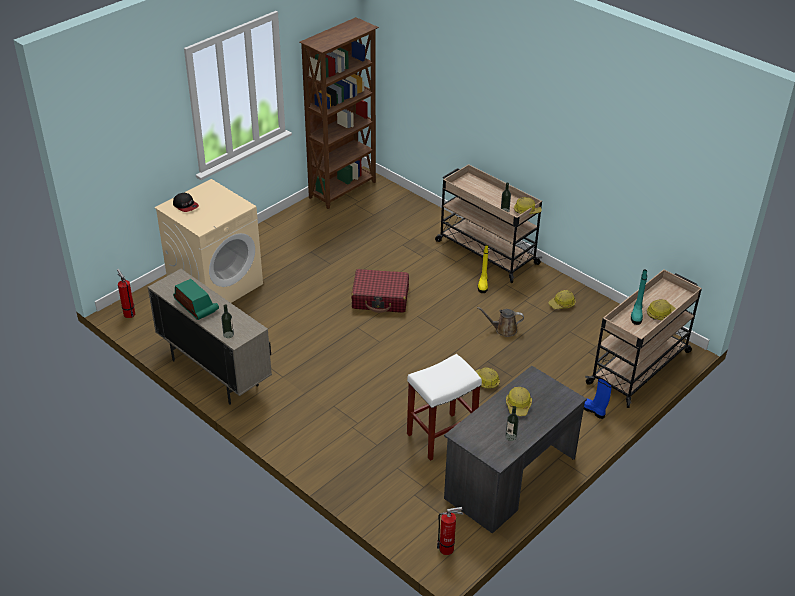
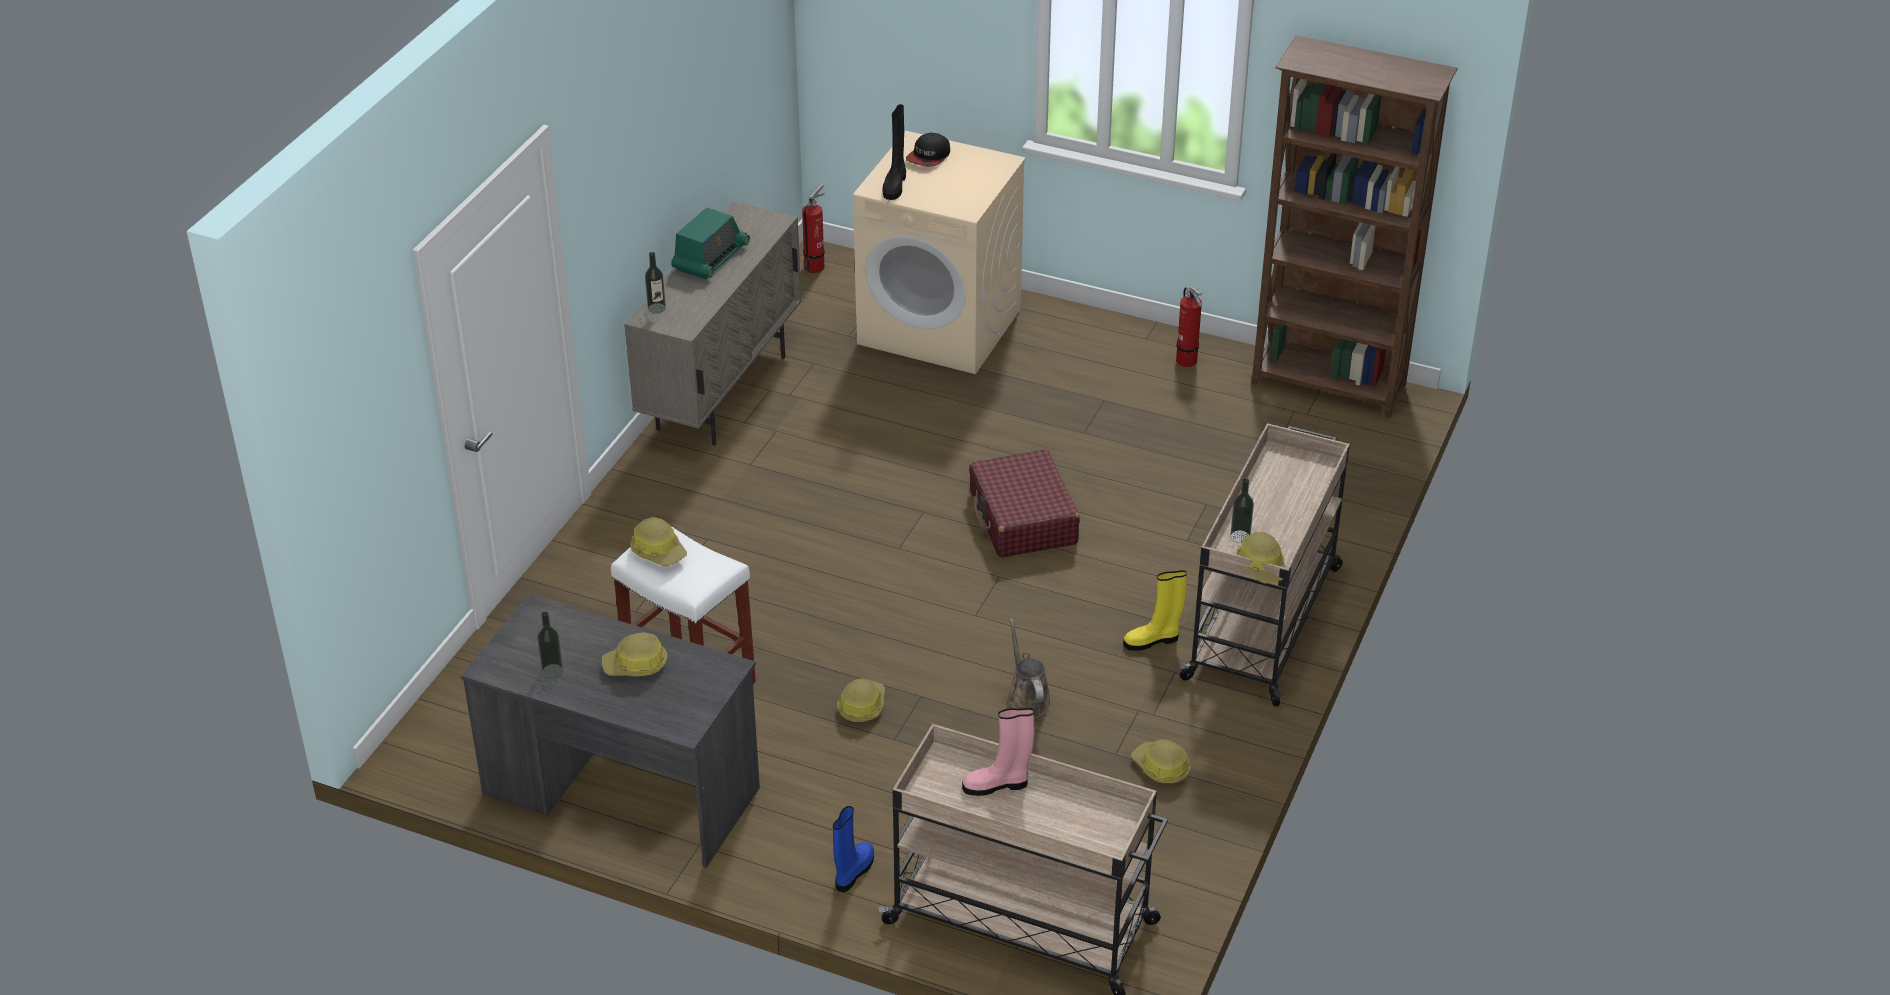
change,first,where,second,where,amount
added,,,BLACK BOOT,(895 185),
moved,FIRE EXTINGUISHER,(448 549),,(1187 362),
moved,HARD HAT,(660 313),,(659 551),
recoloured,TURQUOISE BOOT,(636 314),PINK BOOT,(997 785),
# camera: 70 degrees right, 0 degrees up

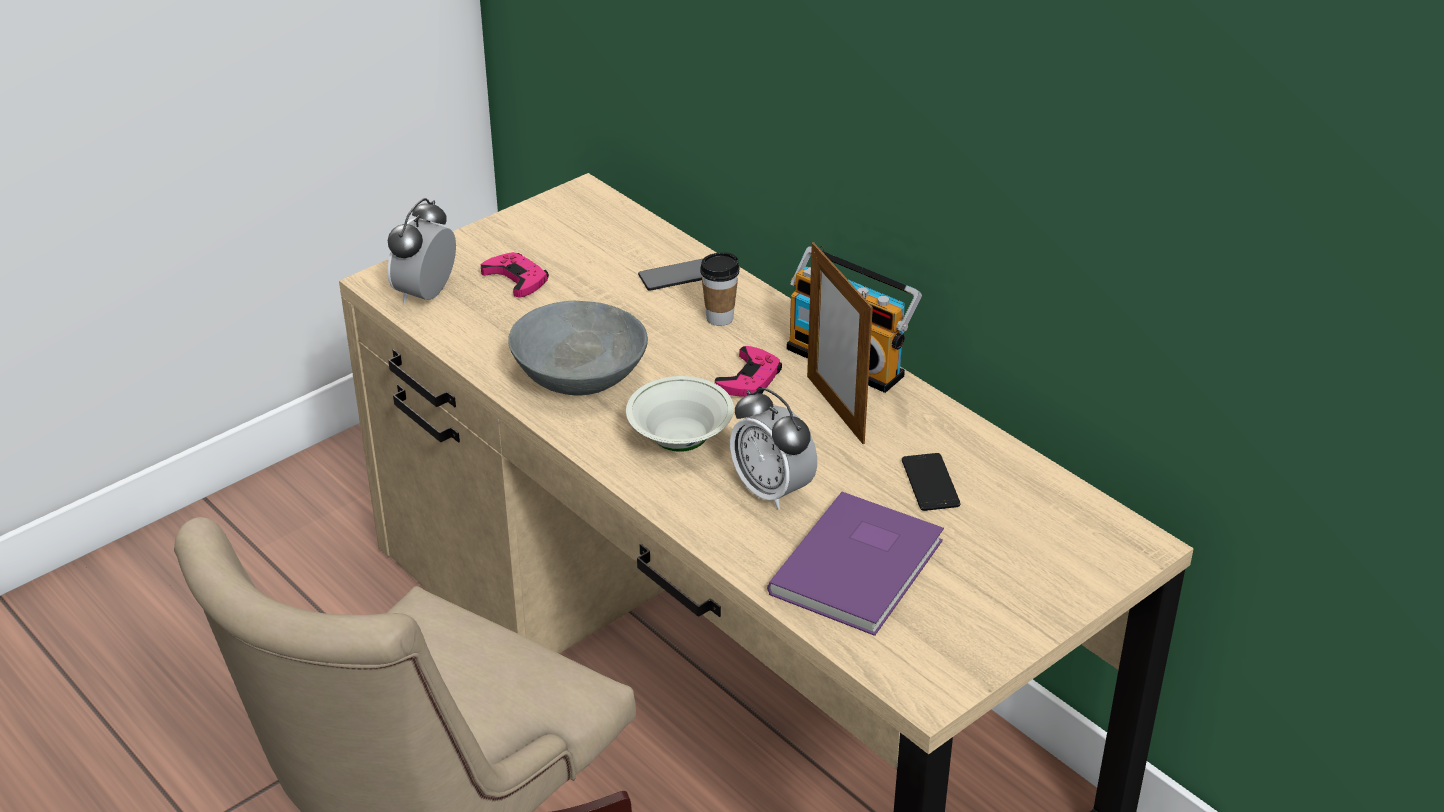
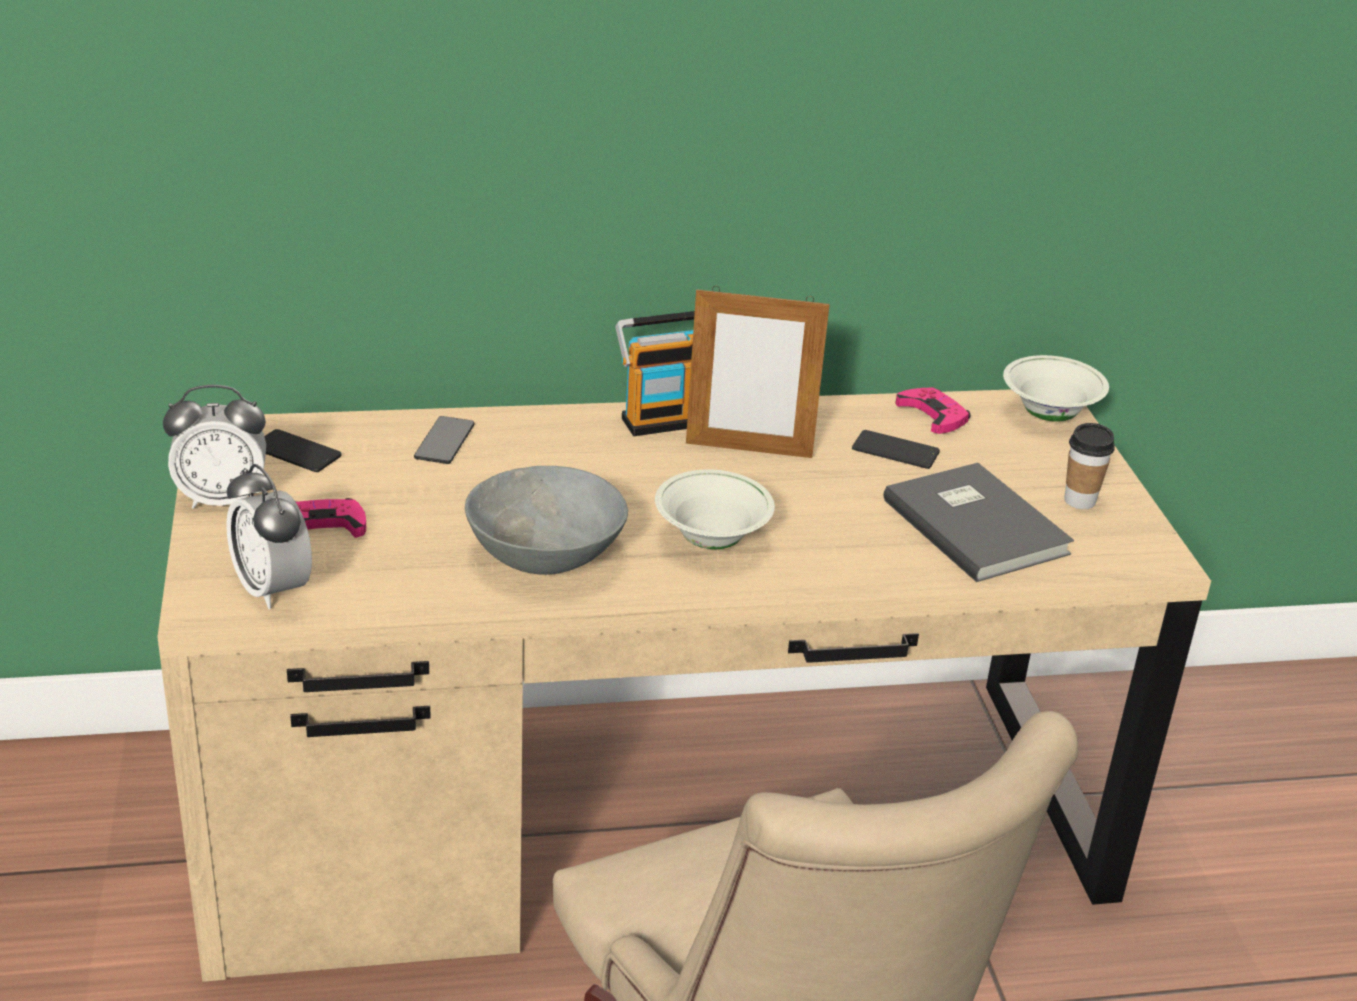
change,first,where,second,where,amount
added,,,PHONE,(296 452),
added,,,WHITE BOWL,(1049 415),
moved,CUP,(719 318),,(1079 501),
moved,PINK GAME CONTROLLER,(749 379),,(933 415),
moved,ALARM CLOCK,(772 490),,(222 499),
recoloured,PURPLE BOOK,(862 567),GREY BOOK,(977 524),
# camera: 60 degrees left, 5 degrees down

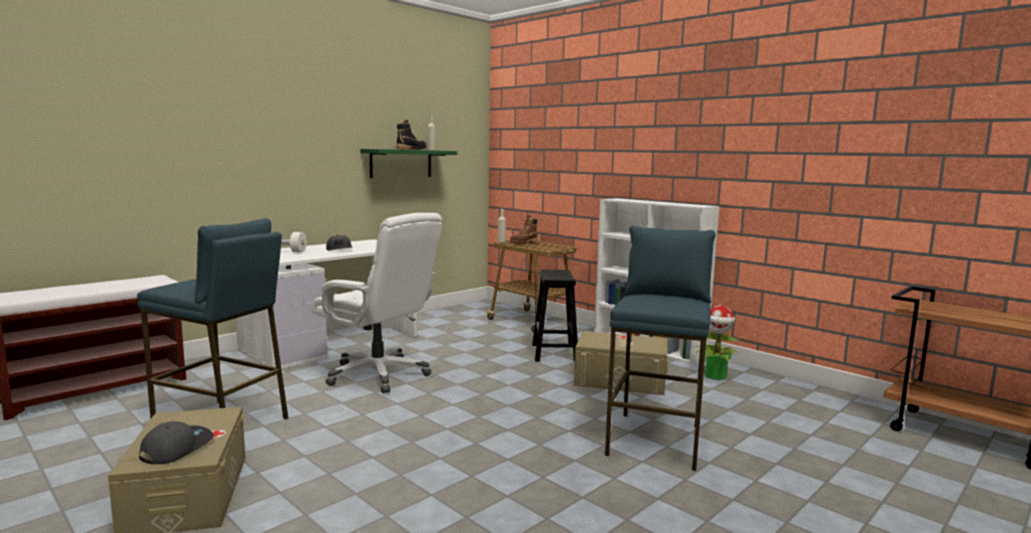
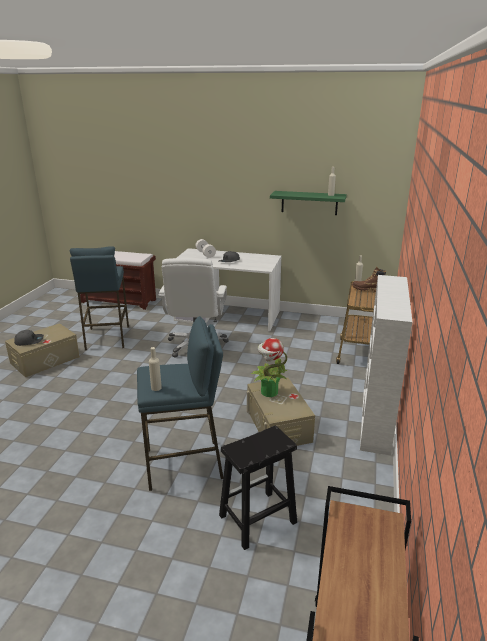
change,first,where,second,where,amount
removed,BLACK BOOT,(411 149),,,
added,,,BEIGE BOTTLE,(156 388),
moved,BLACK STOOL,(555 353),,(256 520),
moved,POTTED PLANT,(715 376),,(268 392),
# camera: 60 degrees right, 15 degrees up

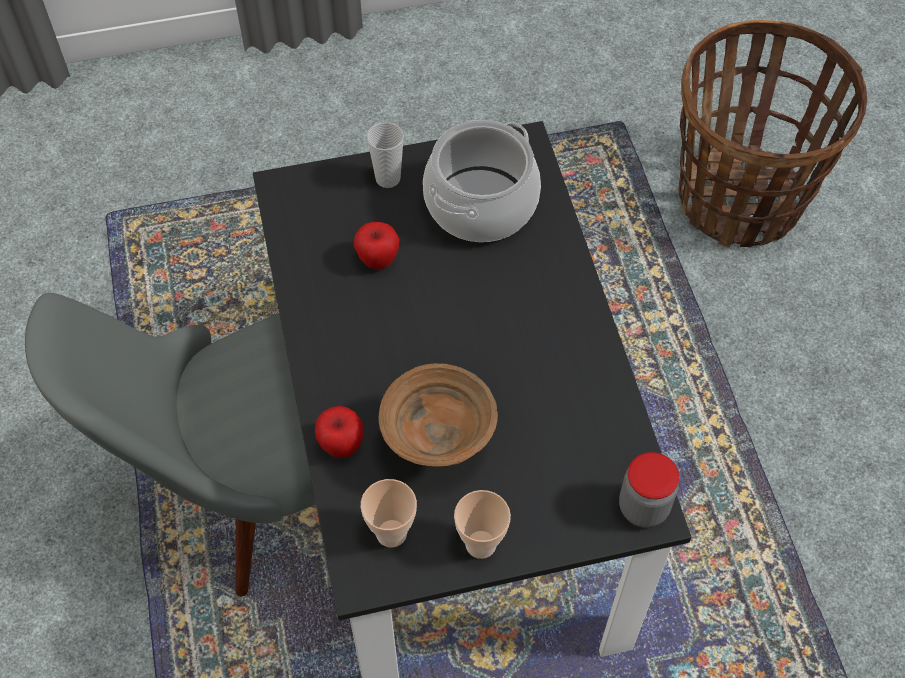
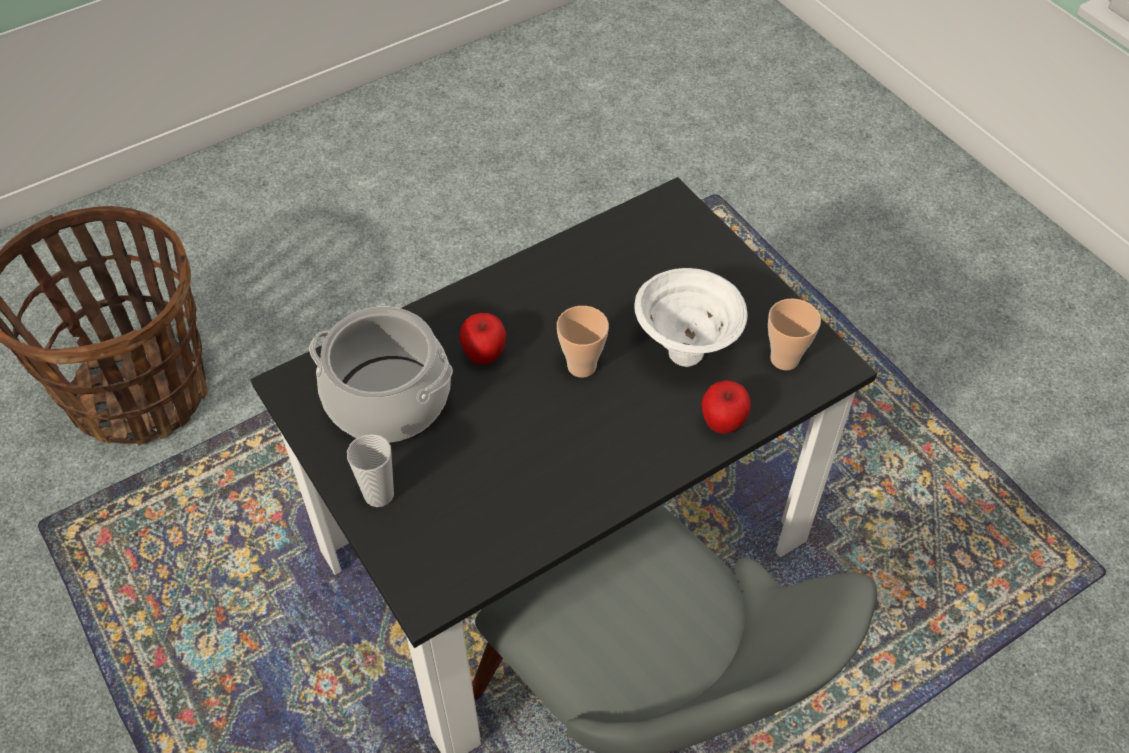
change,first,where,second,where,amount
removed,JAR,(643 507),,,
moved,APPLE,(378 260),,(484 355),
moved,CUP,(480 544),,(581 366),
recoloured,BROWN BOWL,(439 445),WHITE BOWL,(683 351),
# camera: 110 degrees left, 5 degrees down

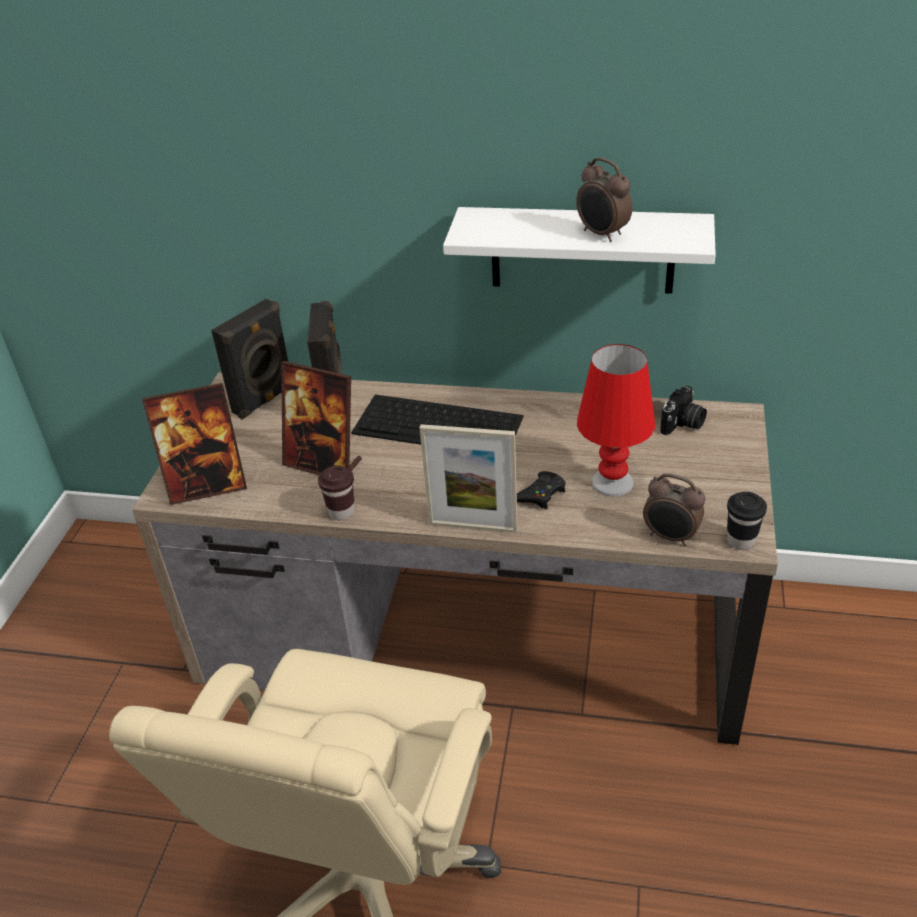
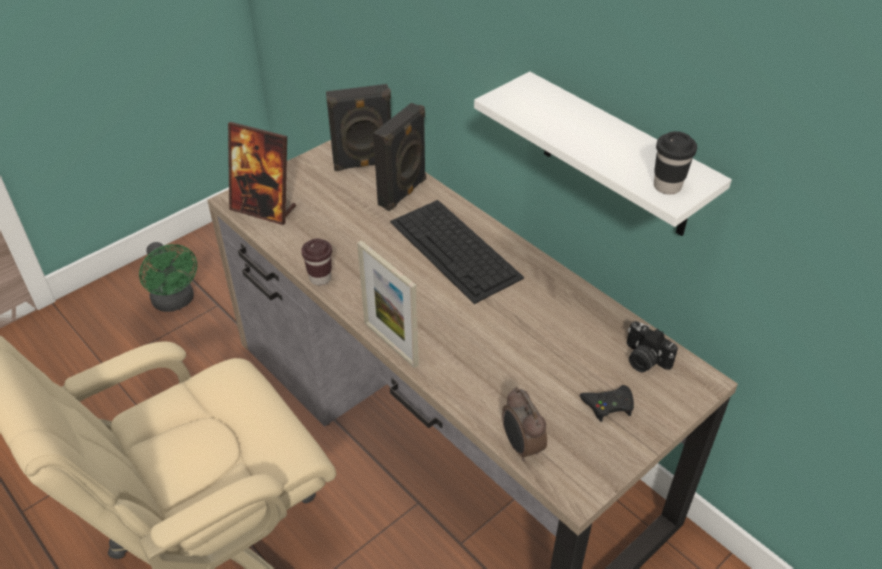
change,first,where,second,where,amount
removed,PICTURE FRAME,(323 463),,,
removed,ALARM CLOCK,(602 234),,,
removed,RED TABLE LAMP,(613 482),,,
added,,,GREEN FAN,(176 302),
moved,BLACK GAME CONTROLLER,(540 494),,(608 405),
moved,BLACK CUP,(740 541),,(667 186),
turned,PHOTO CAMERA,(683 424),,(644 359),60 degrees clockwise
# camera: 35 degrees right, 5 degrees up

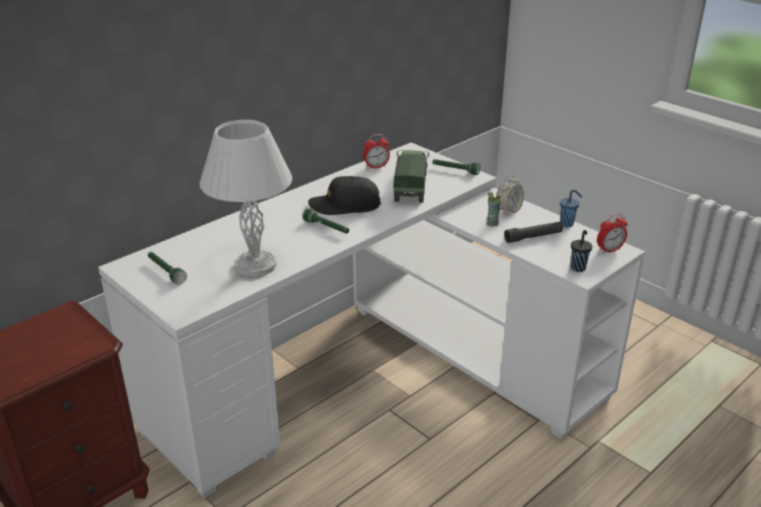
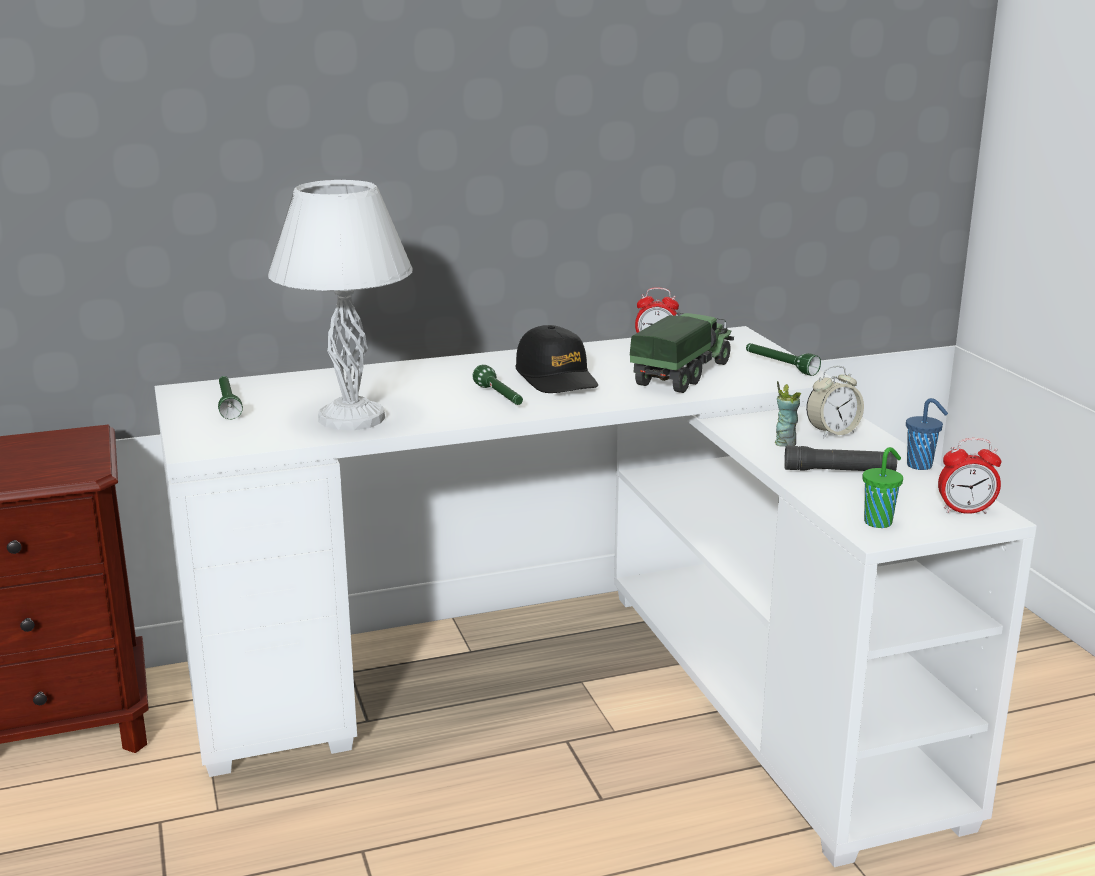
change,first,where,second,where,amount
recoloured,BLACK CUP,(578 268),GREEN CUP,(879 522),
turned,BLACK CAP,(345 205),,(557 378),135 degrees counterclockwise
# camera: 25 degrees right, 10 degrees down

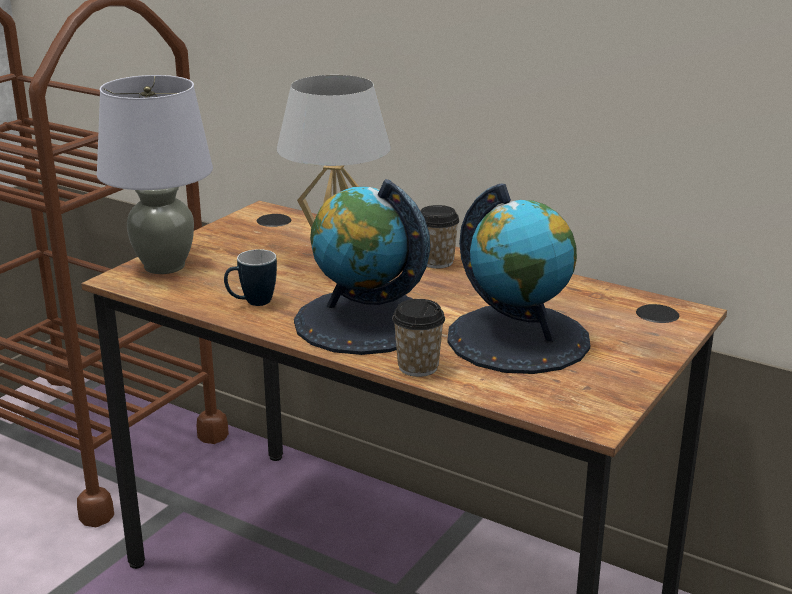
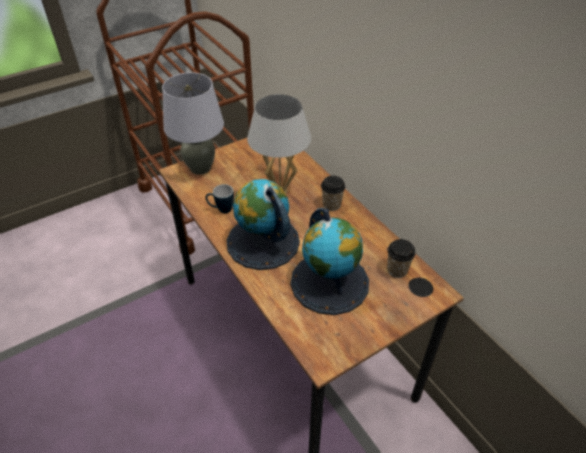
change,first,where,second,where,amount
moved,CUP,(418 367),,(397 270),
# camera: 25 degrees right, 20 degrees up

